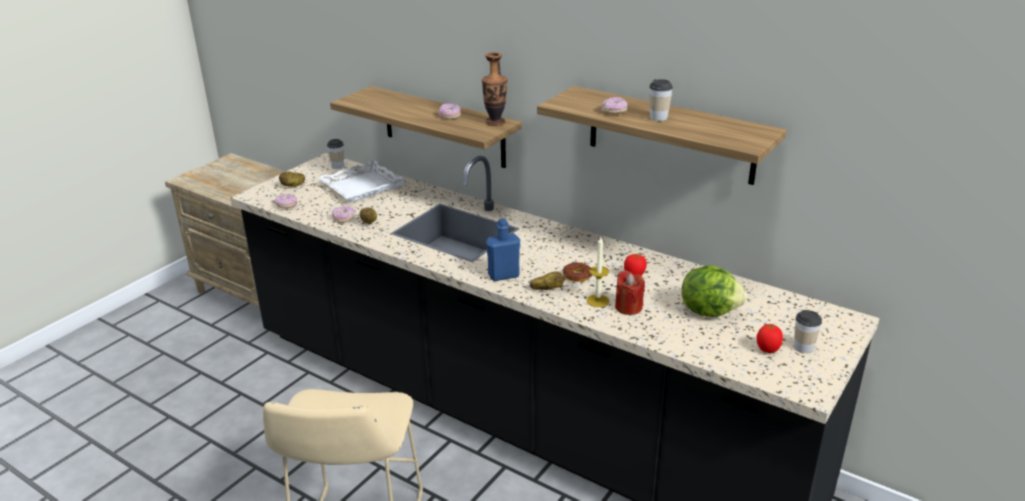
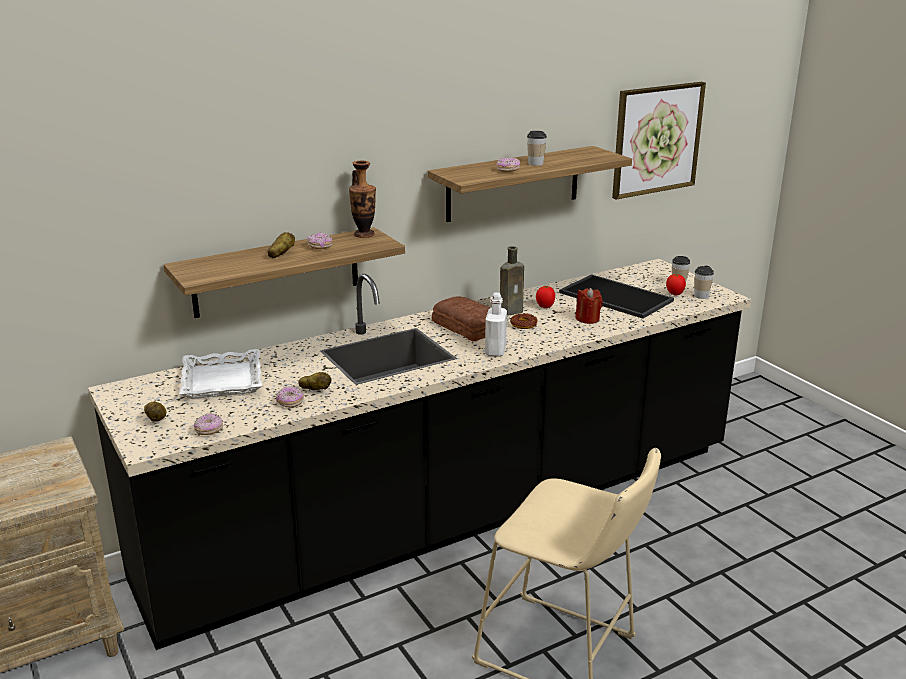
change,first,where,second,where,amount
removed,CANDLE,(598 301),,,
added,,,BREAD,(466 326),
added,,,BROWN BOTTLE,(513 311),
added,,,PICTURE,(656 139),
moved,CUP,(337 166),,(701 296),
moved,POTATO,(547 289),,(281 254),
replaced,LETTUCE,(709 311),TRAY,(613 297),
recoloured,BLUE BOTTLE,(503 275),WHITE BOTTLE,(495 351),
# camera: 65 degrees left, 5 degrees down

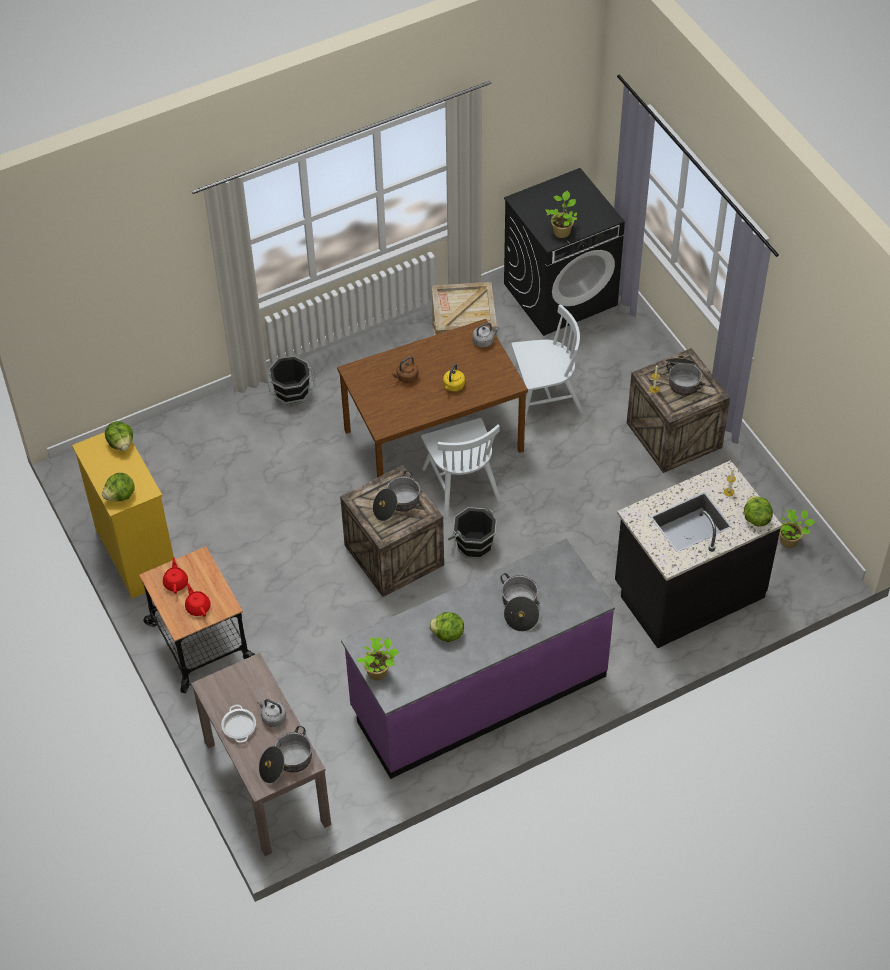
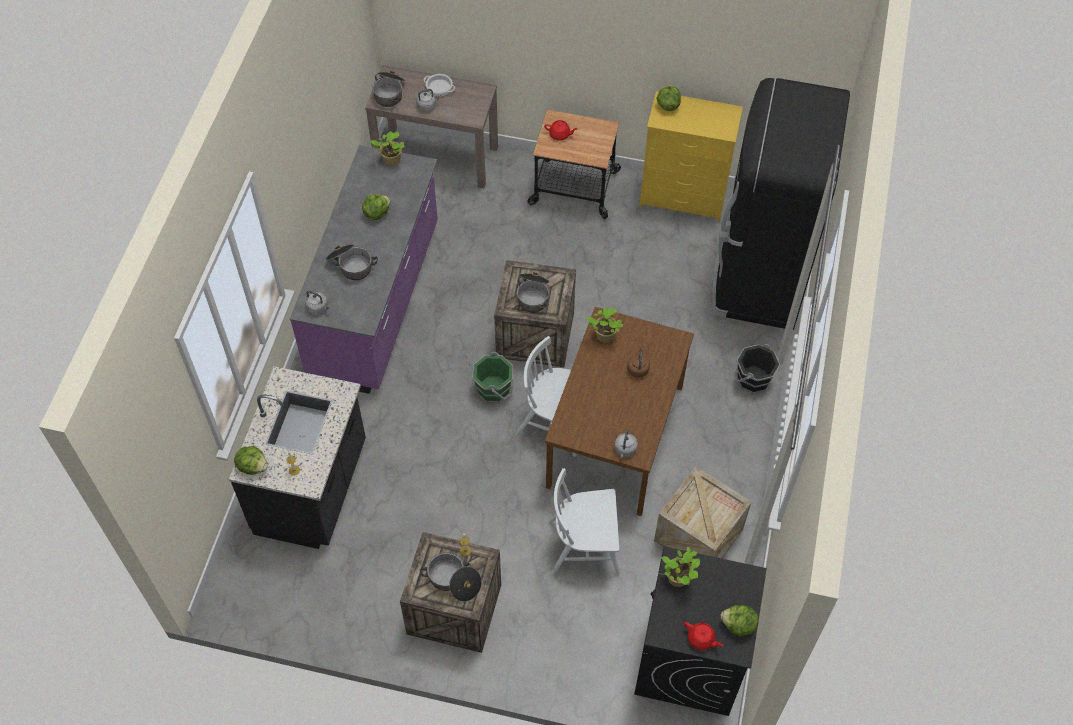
change,first,where,second,where,amount
removed,YELLOW KETTLE,(453 386),,,
added,,,GREY KETTLE,(318 308),
added,,,BLACK FRIDGE,(758 275),
moved,LETTUCE,(121 443),,(738 625),
moved,RED TEAPOT,(176 583),,(701 639),
moved,POTTED PLANT,(790 541),,(604 336),
recoloured,BLACK BUCKET,(474 544),GREEN BUCKET,(494 388),
turned,WHITE CHAIR,(544 398),,(584 546),60 degrees clockwise
# camera: 130 degrees right, 5 degrees up

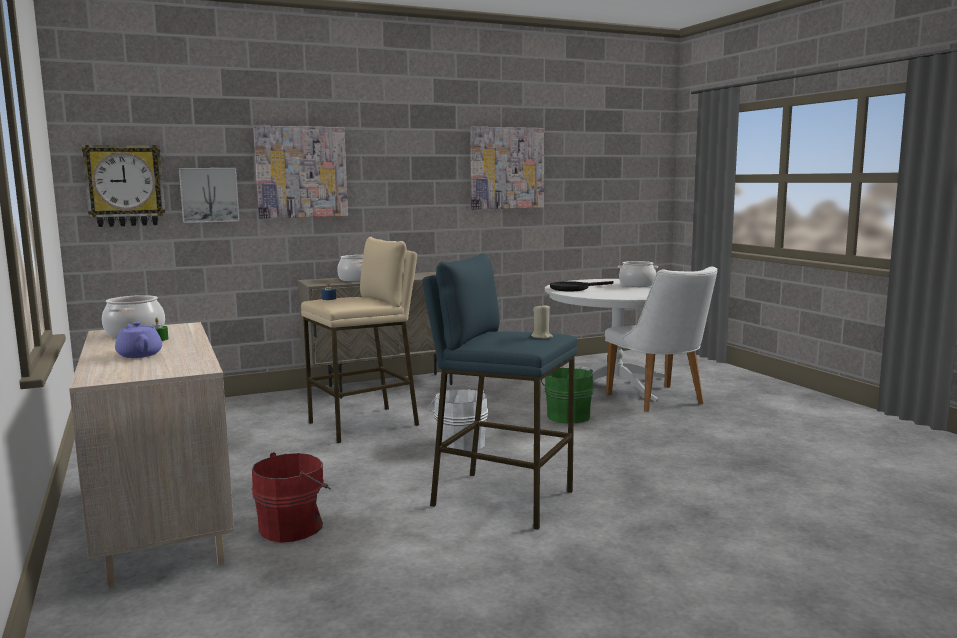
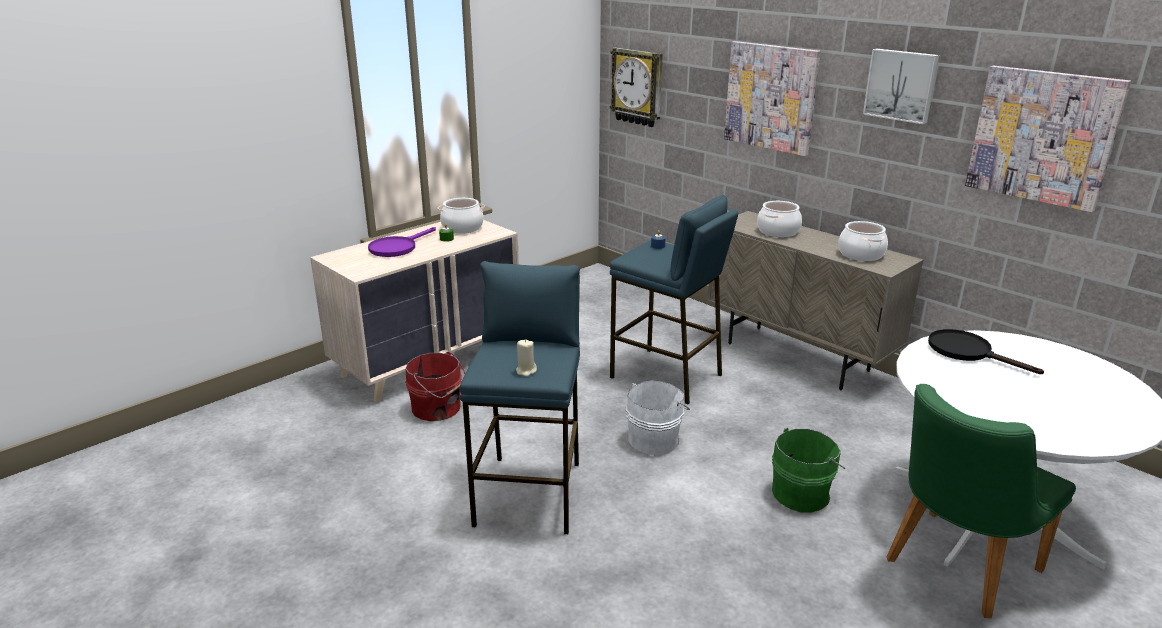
change,first,where,second,where,amount
moved,PICTURE,(209 195),,(901 85),
moved,COOKING POT,(637 285),,(860 254),
replaced,PURPLE TEAPOT,(139 355),PURPLE FRYING PAN,(397 247),
recoloured,BEIGE STOOL,(365 424),BLUE STOOL,(666 376),
recoloured,WHITE CHAIR,(660 401),GREEN CHAIR,(953 569),
# camera: 70 degrees right, 15 degrees up

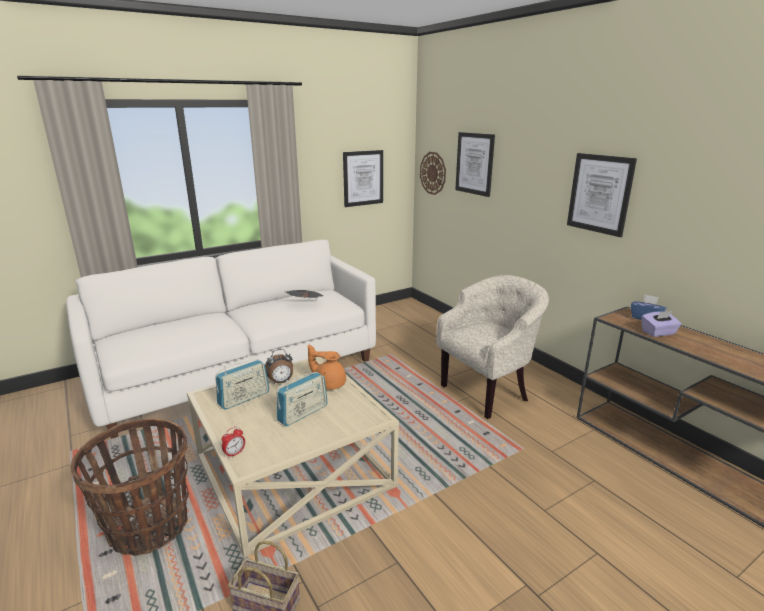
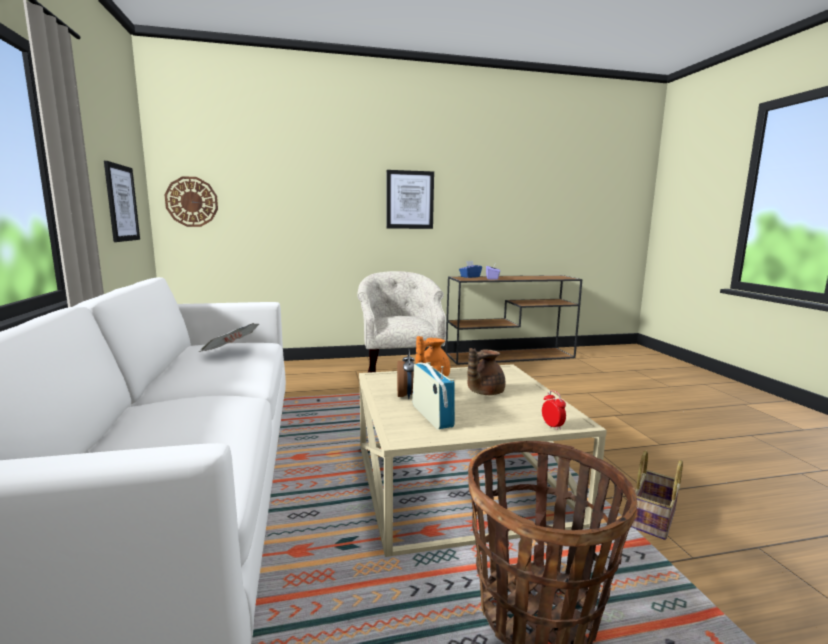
change,first,where,second,where,amount
removed,PICTURE,(474 163),,,
replaced,RADIO,(303 413),BROWN TEAPOT,(483 392),
# camera: 70 degrees left, 10 degrees down

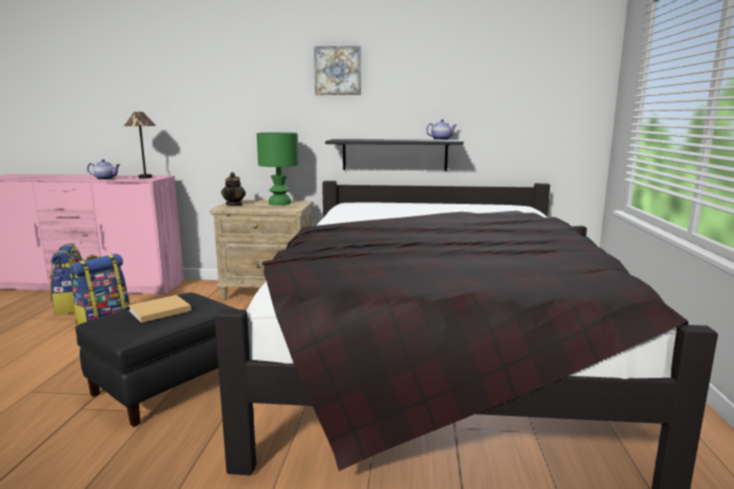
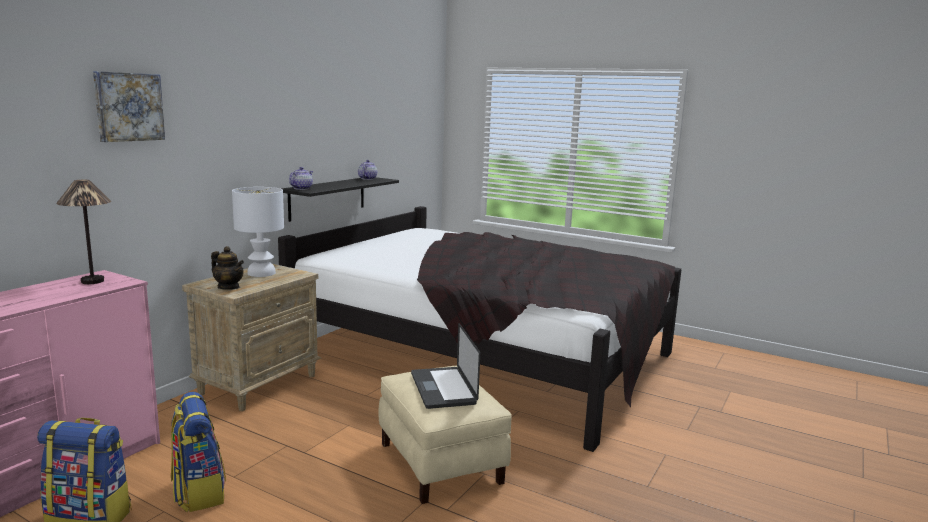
change,first,where,second,where,amount
moved,TEAPOT,(105 179),,(301 188),
moved,PICTURE,(338 71),,(128 107),
replaced,BEIGE BOOK,(158 311),LAPTOP,(443 389),
recoloured,BLACK OTTOMAN,(167 386),BEIGE OTTOMAN,(441 463),
recoloured,GREEN TABLE LAMP,(279 203),WHITE TABLE LAMP,(260 273),
# camera: 65 degrees left, 0 degrees up

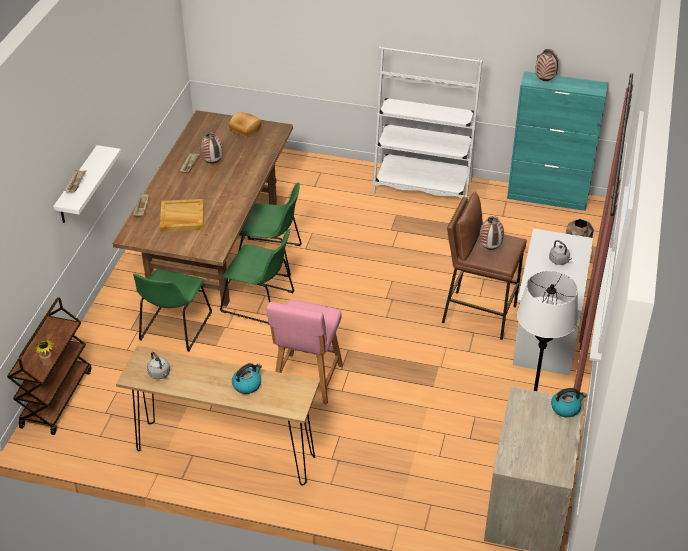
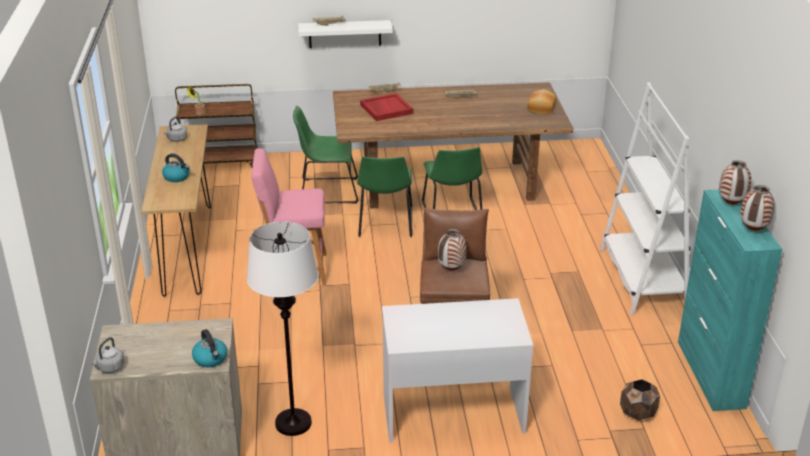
change,first,where,second,where,amount
moved,VASE,(212 162),,(752 229),
moved,GREY KETTLE,(559 261),,(110 368),
recoloured,BEIGE TRAY,(181 217),RED TRAY,(386 109),
# camera: 70 degrees right, 10 degrees down

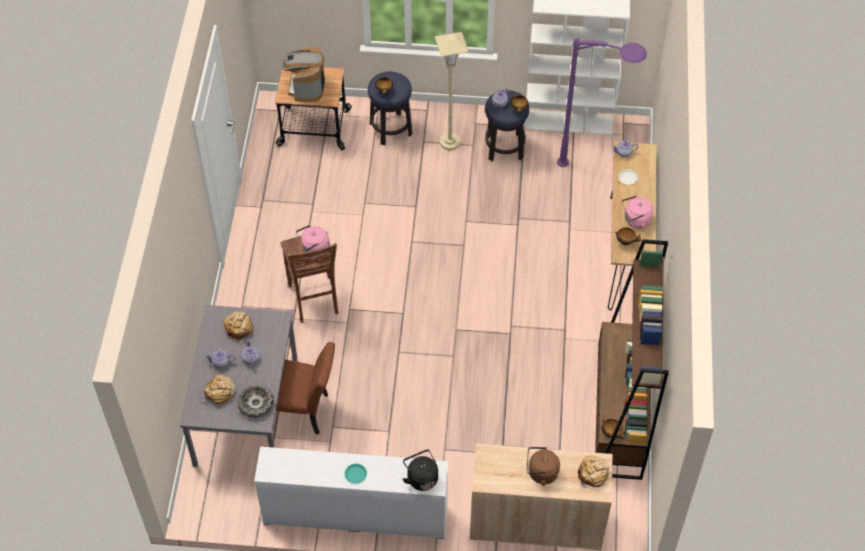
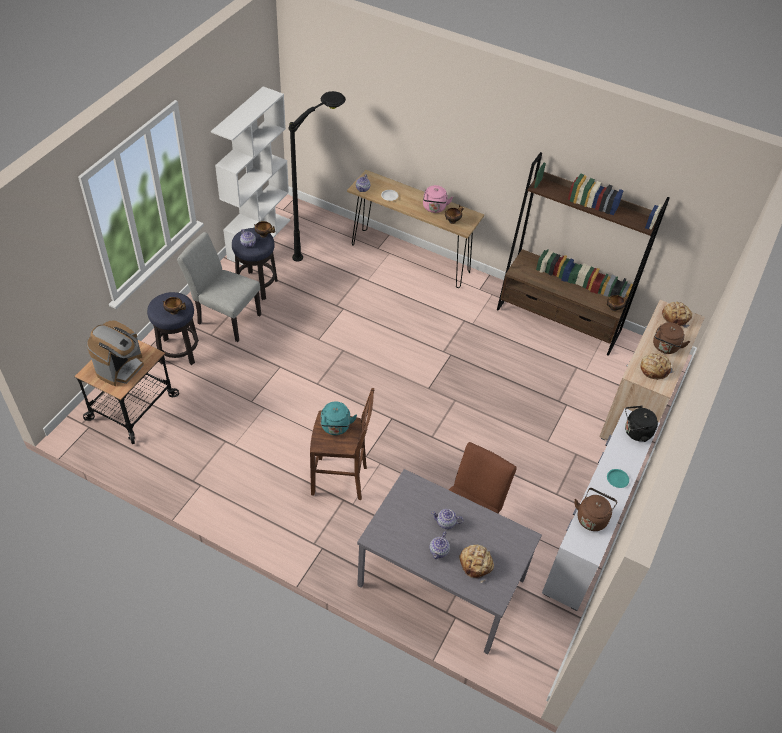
change,first,where,second,where,amount
removed,BOWL,(256 404),,,
added,,,BROWN KETTLE,(592 517),
moved,BREAD,(239 328),,(654 369),
replaced,BEIGE FLOOR LAMP,(450 142),GREY CHAIR,(225 317),
recoloured,PINK KETTLE,(313 249),TURQUOISE KETTLE,(336 427),
recoloured,PURPLE FLOOR LAMP,(598 173),BLACK FLOOR LAMP,(323 242),
turned,COFFEE MACHINE,(306 87),,(120 367),90 degrees counterclockwise
# camera: 70 degrees left, 5 degrees down

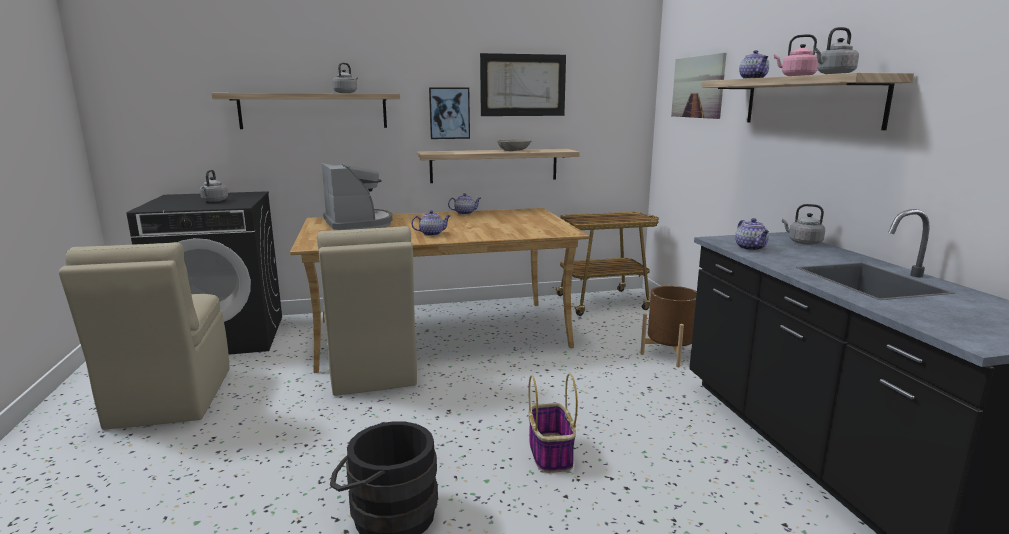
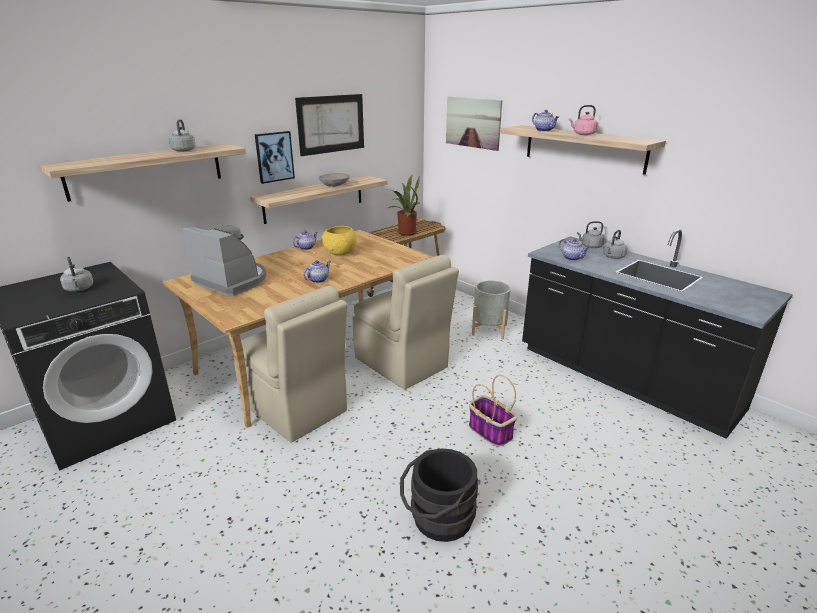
change,first,where,second,where,amount
added,,,YELLOW BOWL,(340 253),
added,,,POTTED PLANT,(405 232),
moved,BEIGE CHAIR,(170 399),,(402 364),
moved,GREY KETTLE,(833 74),,(613 257),
recoloured,BROWN PLANTER,(670 354),GREY PLANTER,(489 329),
# camera: 30 degrees left, 10 degrees up

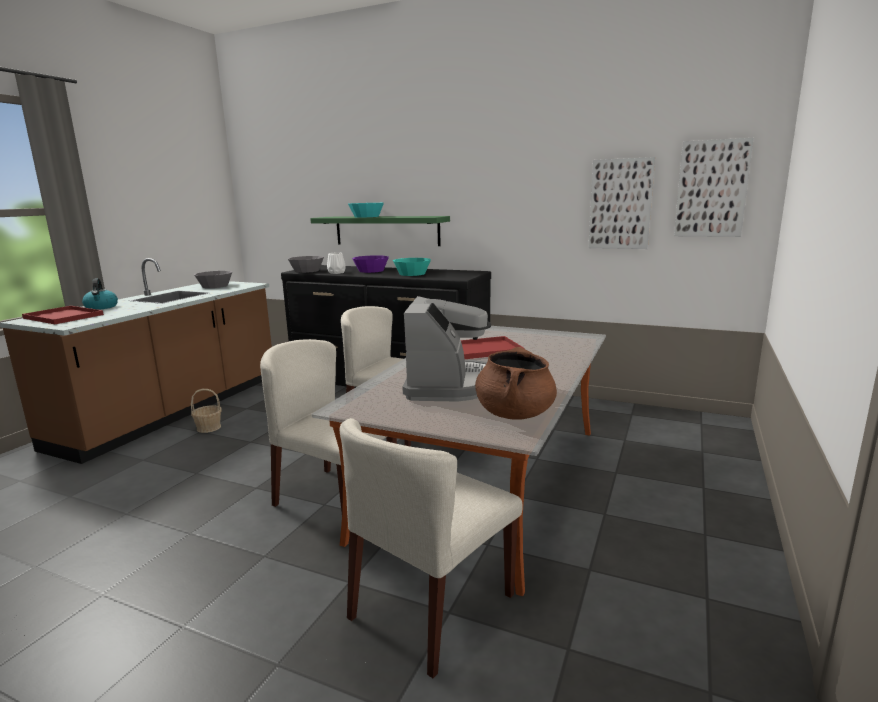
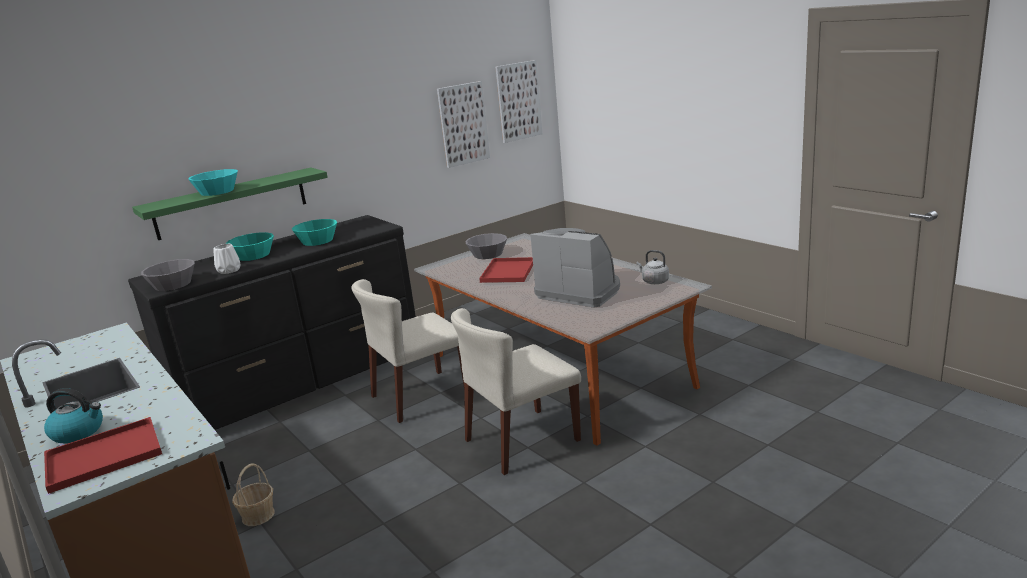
change,first,where,second,where,amount
removed,BEIGE CHAIR,(432 607),,,
moved,GREY BOWL,(215 286),,(488 254),
replaced,BROWN COOKING POT,(514 413),GREY KETTLE,(654 281),
recoloured,PURPLE BOWL,(371 270),TURQUOISE BOWL,(253 255),
# camera: 60 degrees left, 5 degrees up

